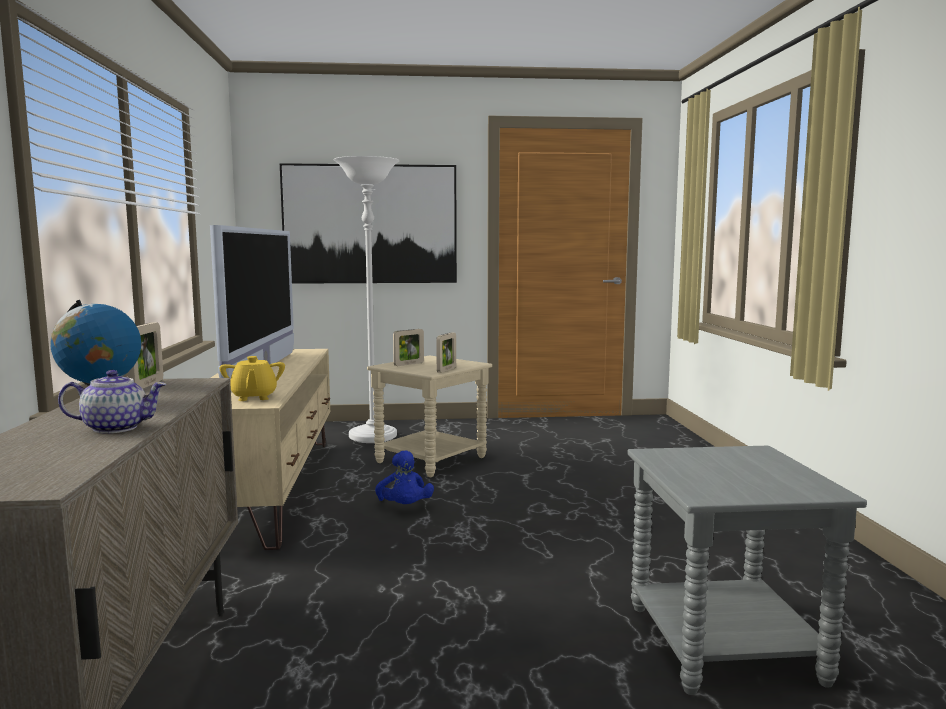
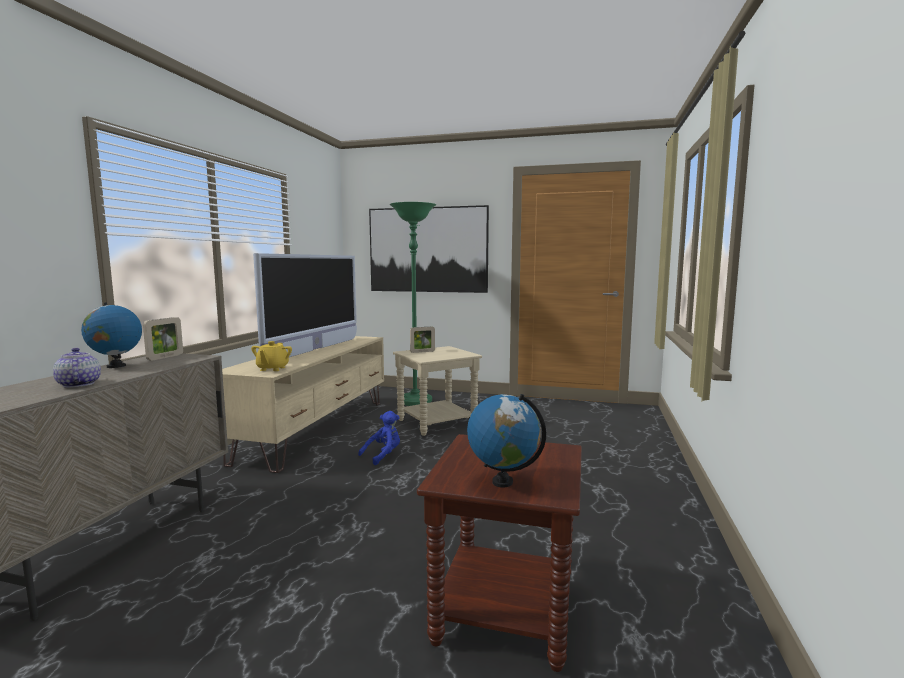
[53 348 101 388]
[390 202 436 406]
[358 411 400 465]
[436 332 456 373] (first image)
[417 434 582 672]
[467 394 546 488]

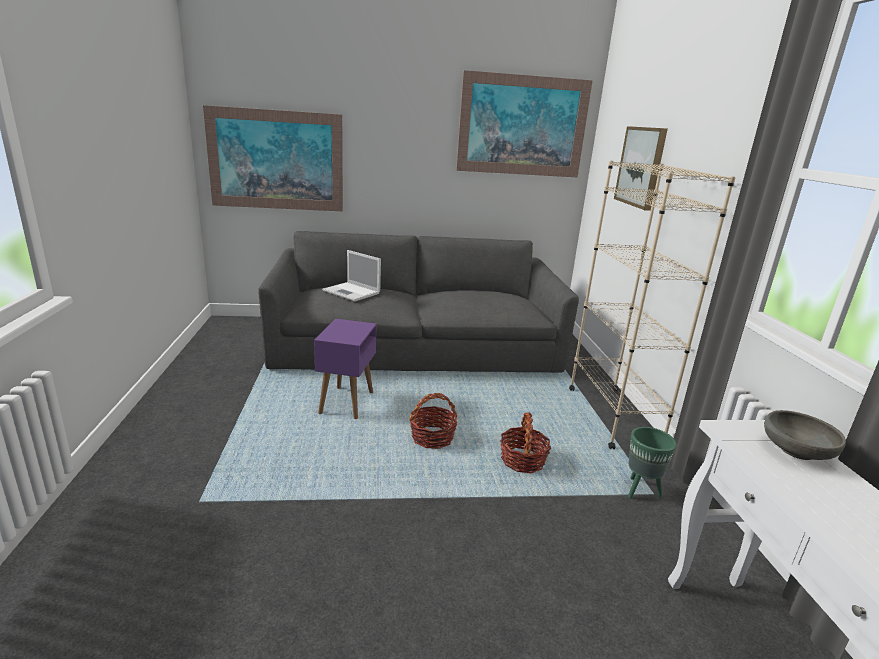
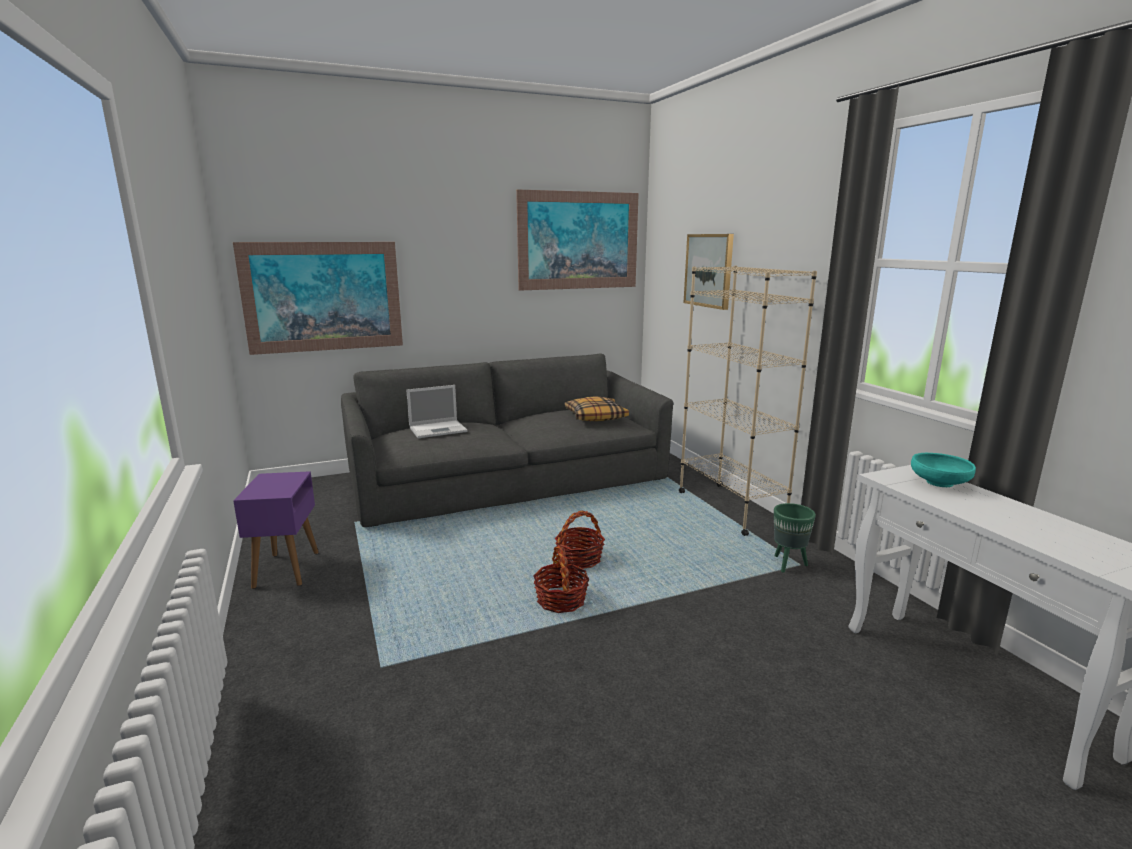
[233 471 319 589]
[406 385 467 438]
[533 545 590 613]
[911 453 976 487]
[565 397 629 421]

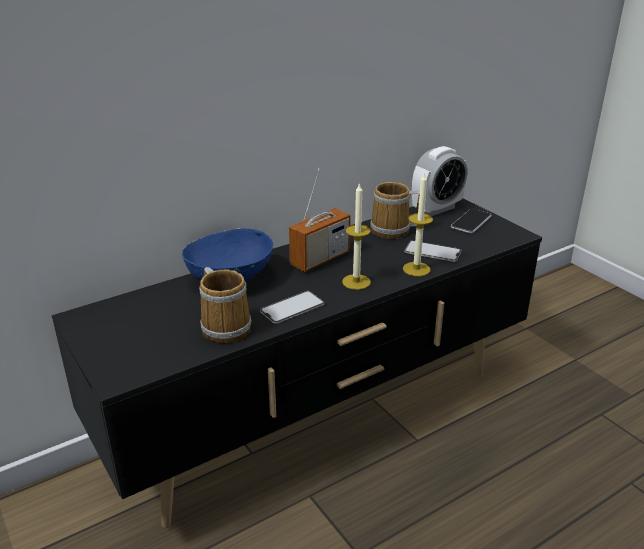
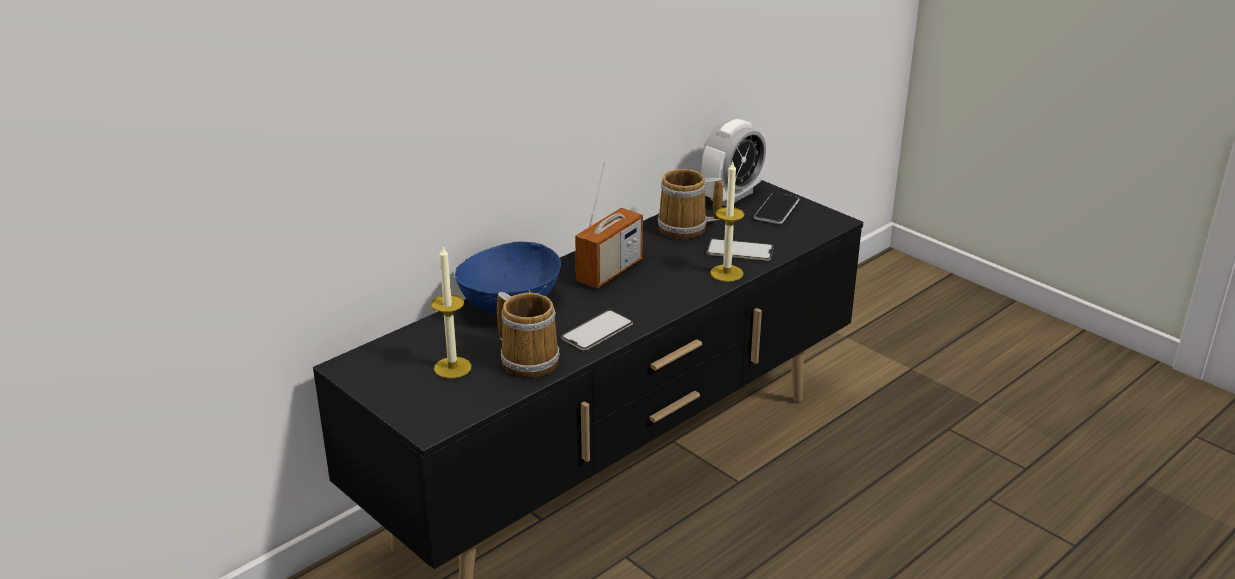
[431 247 471 378]

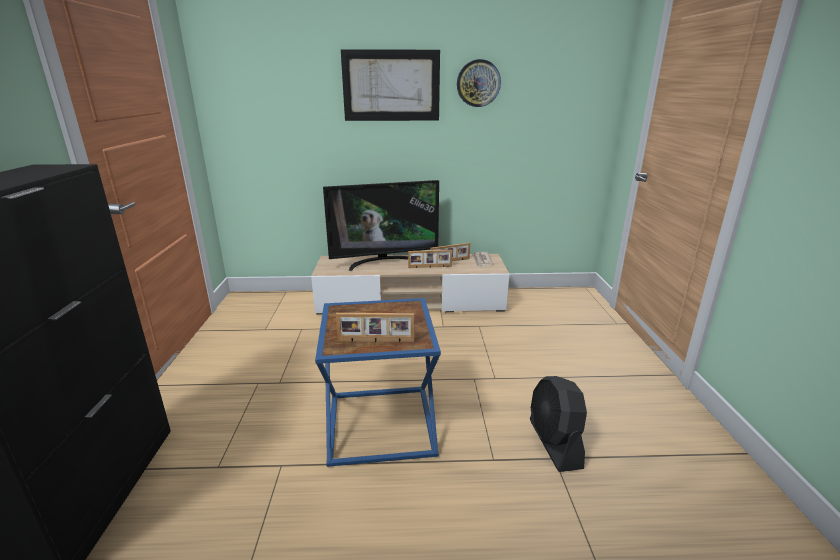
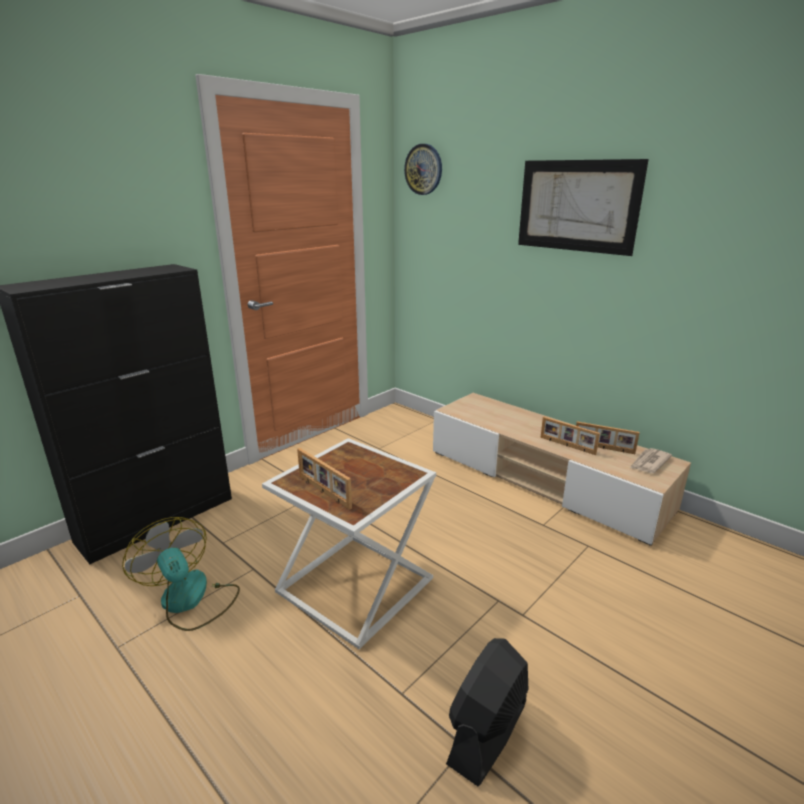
[262 438 436 649]
[323 180 439 271] (first image)
[404 144 442 195]
[122 517 240 631]

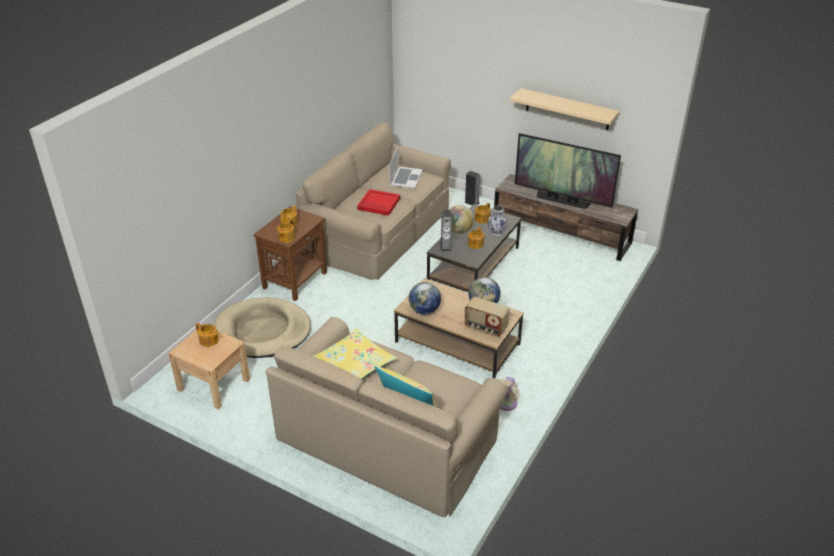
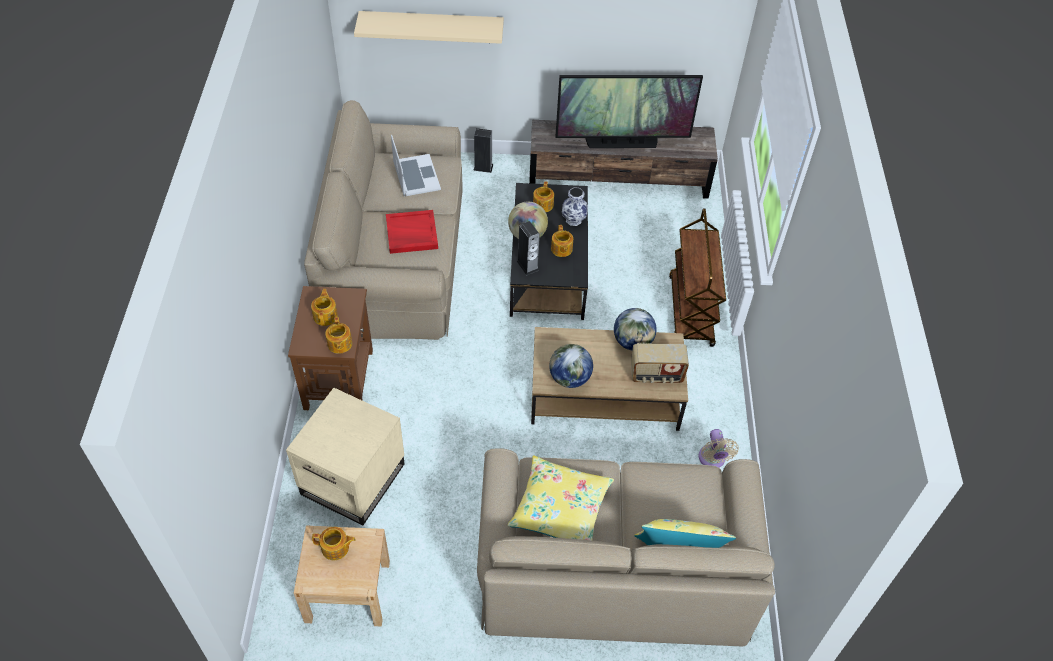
[286 388 404 526]
[354 11 504 44]
[669 208 726 347]

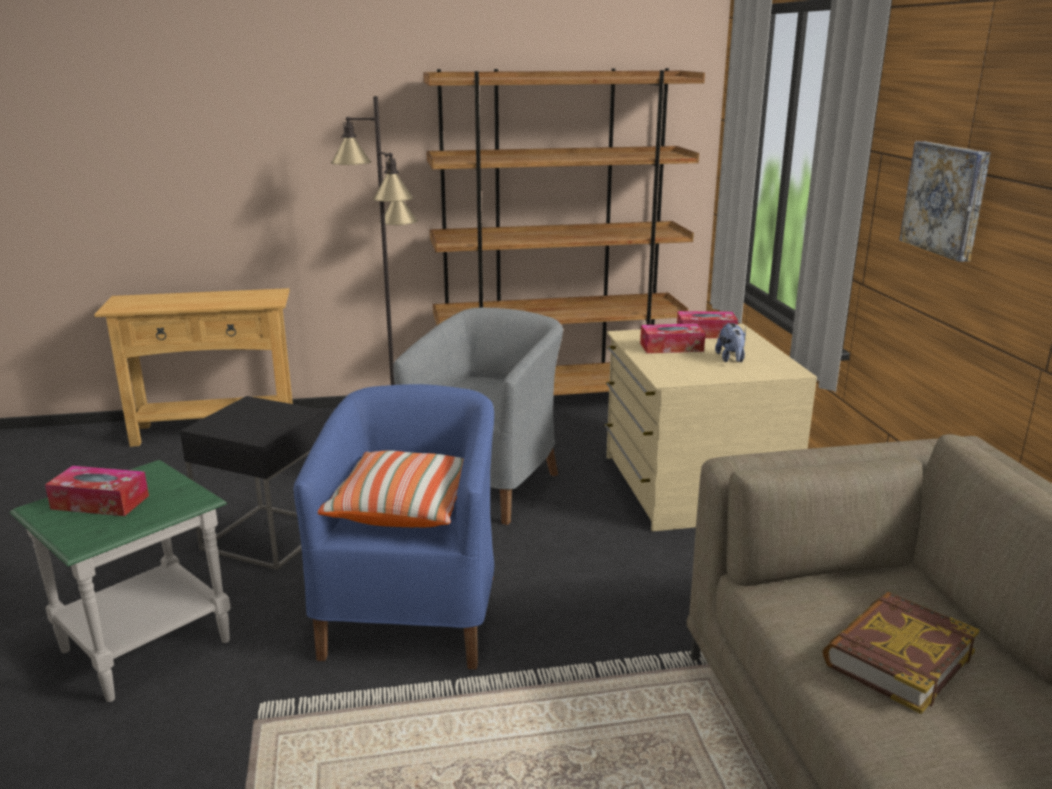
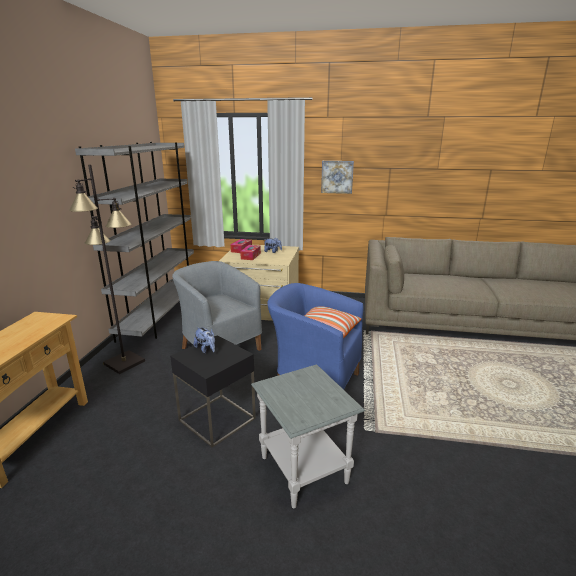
[251 364 365 508]
[45 466 149 516] (first image)
[75 142 194 343]
[822 592 979 714] (first image)
[194 327 215 353]

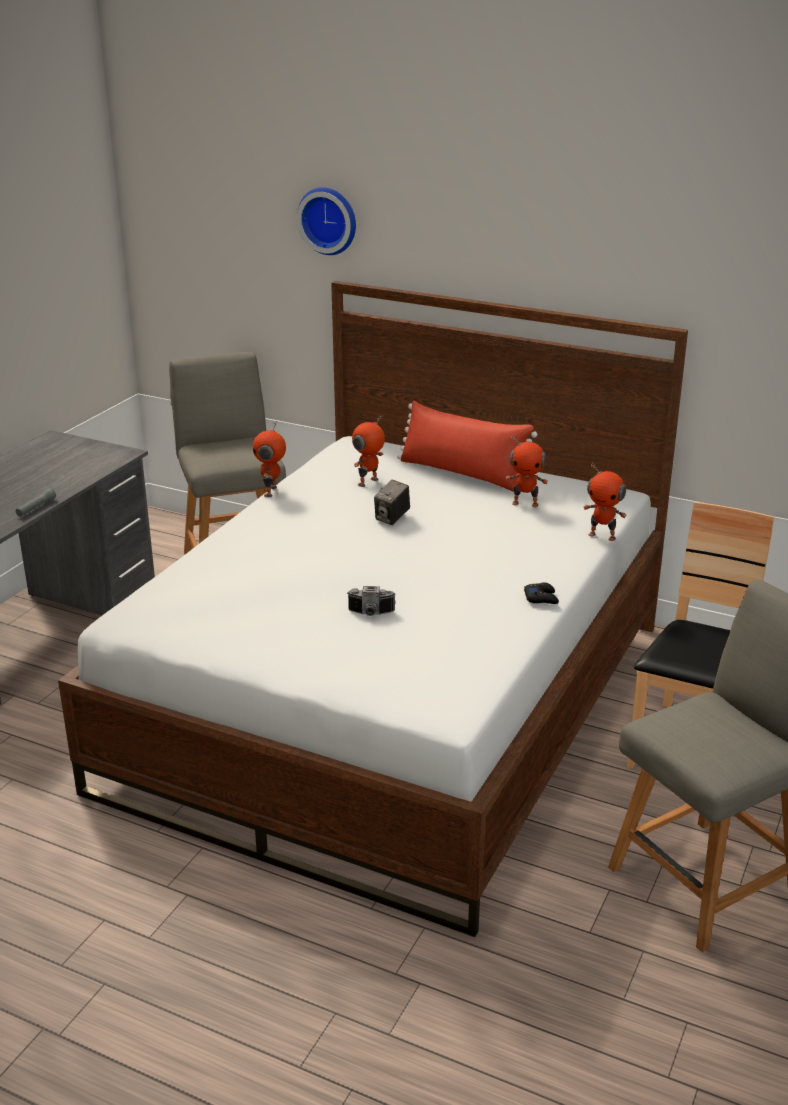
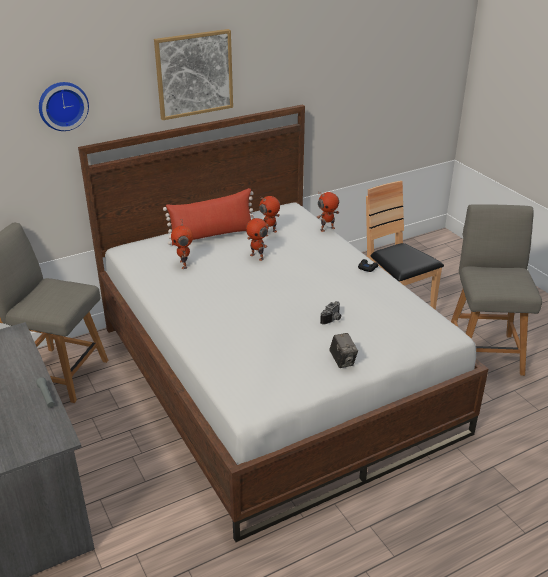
[246 213 268 261]
[329 333 358 368]
[154 29 233 120]

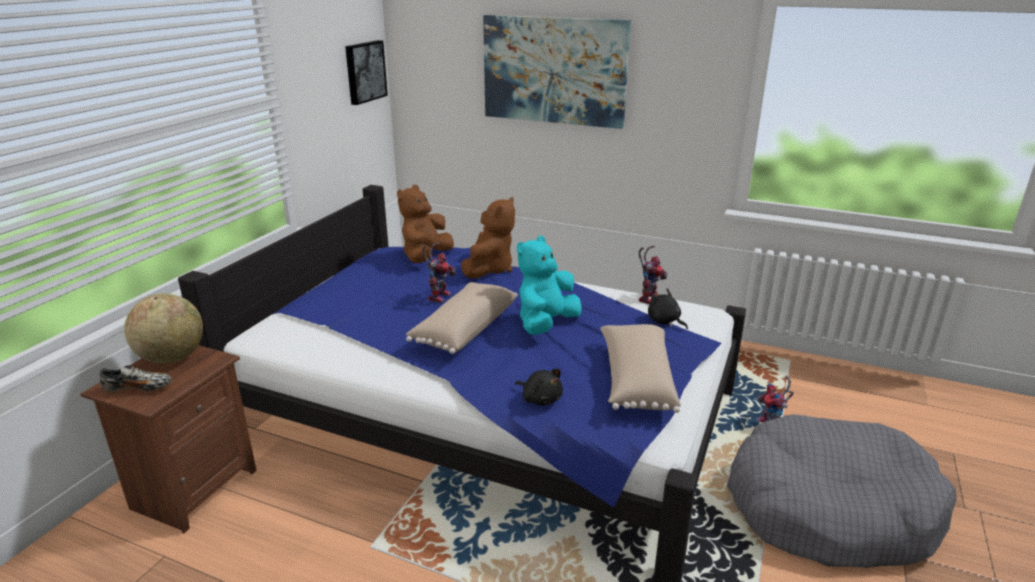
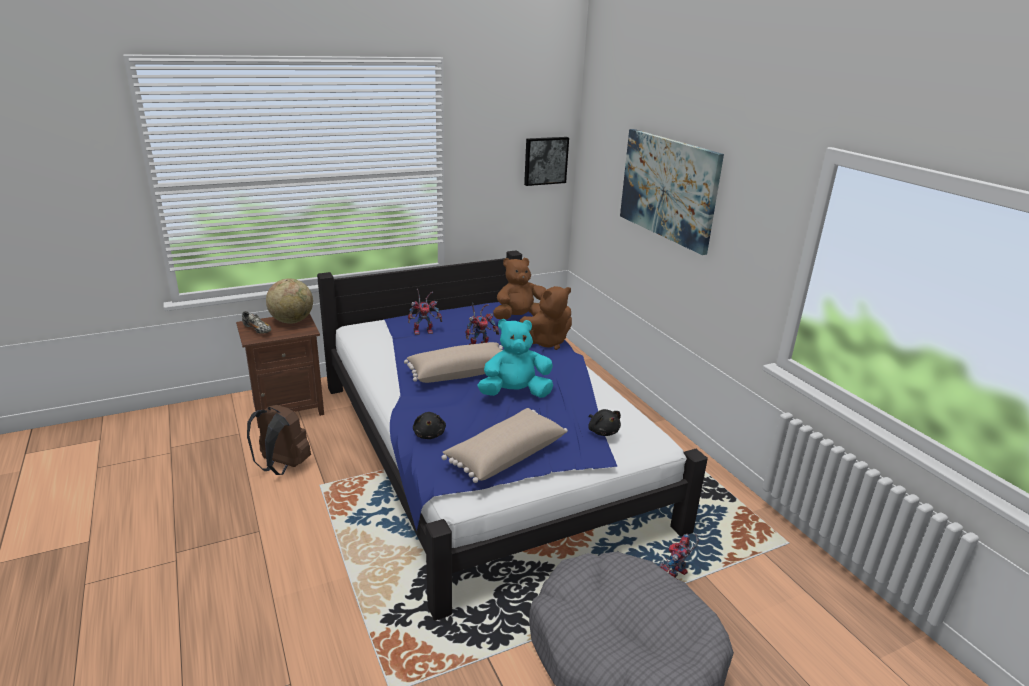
[408 289 442 335]
[588 409 621 436]
[247 405 311 475]

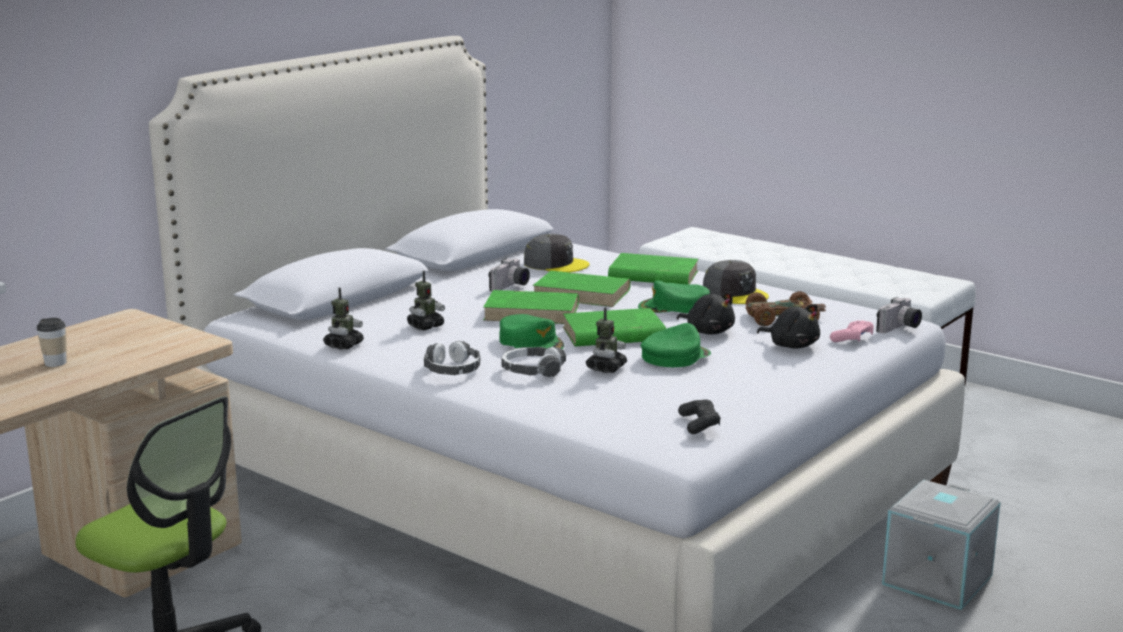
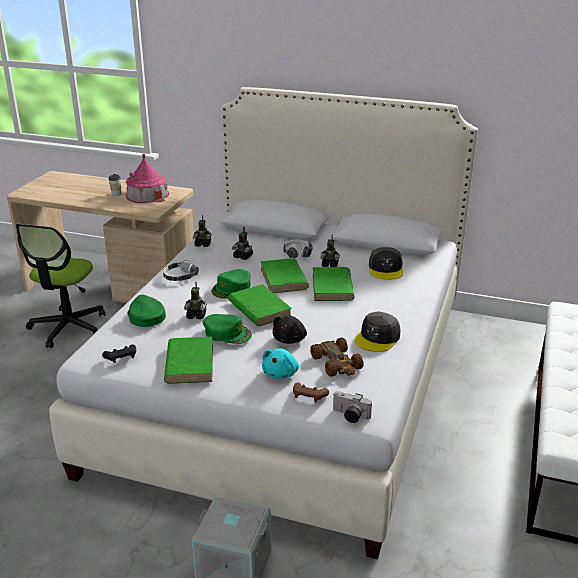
[320 234 340 267]
[283 239 313 258]
[164 337 213 384]
[127 295 166 327]
[262 348 299 379]
[293 382 329 403]
[126 154 169 203]

